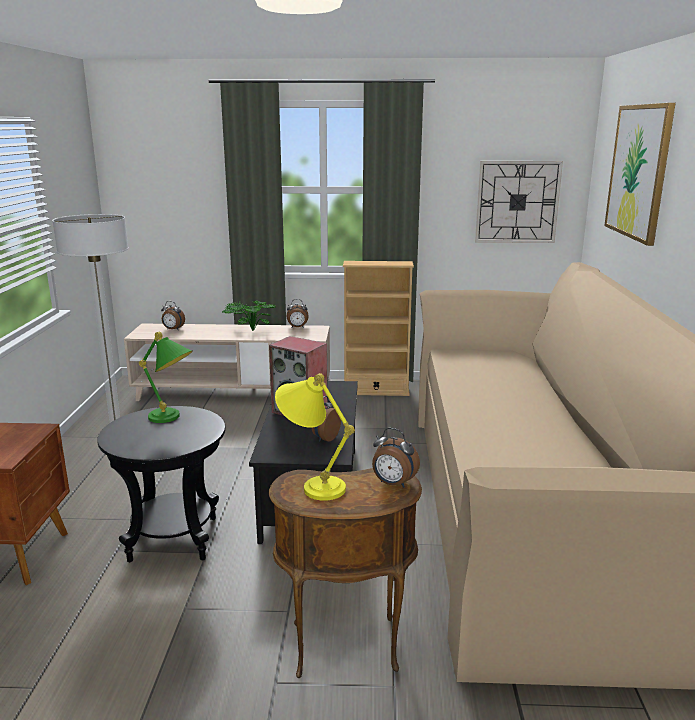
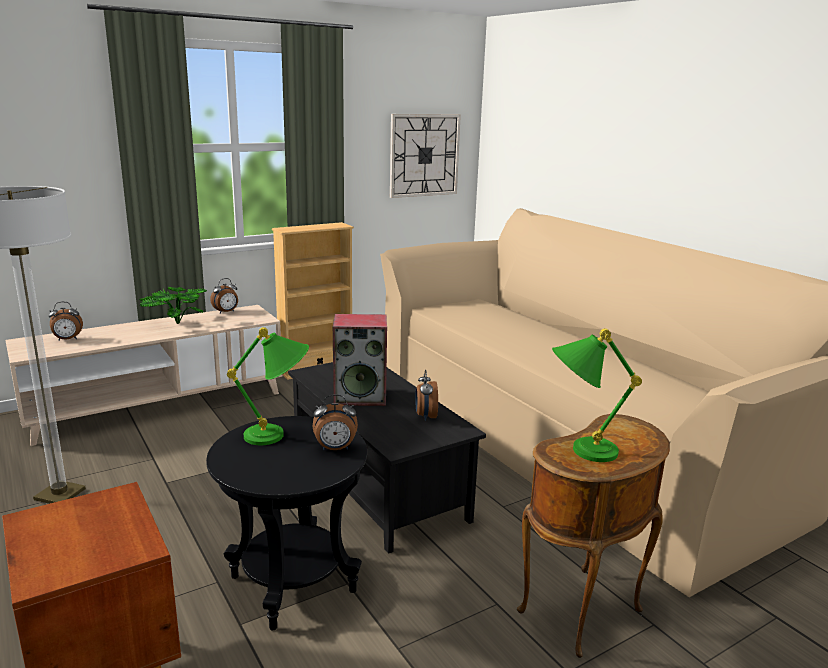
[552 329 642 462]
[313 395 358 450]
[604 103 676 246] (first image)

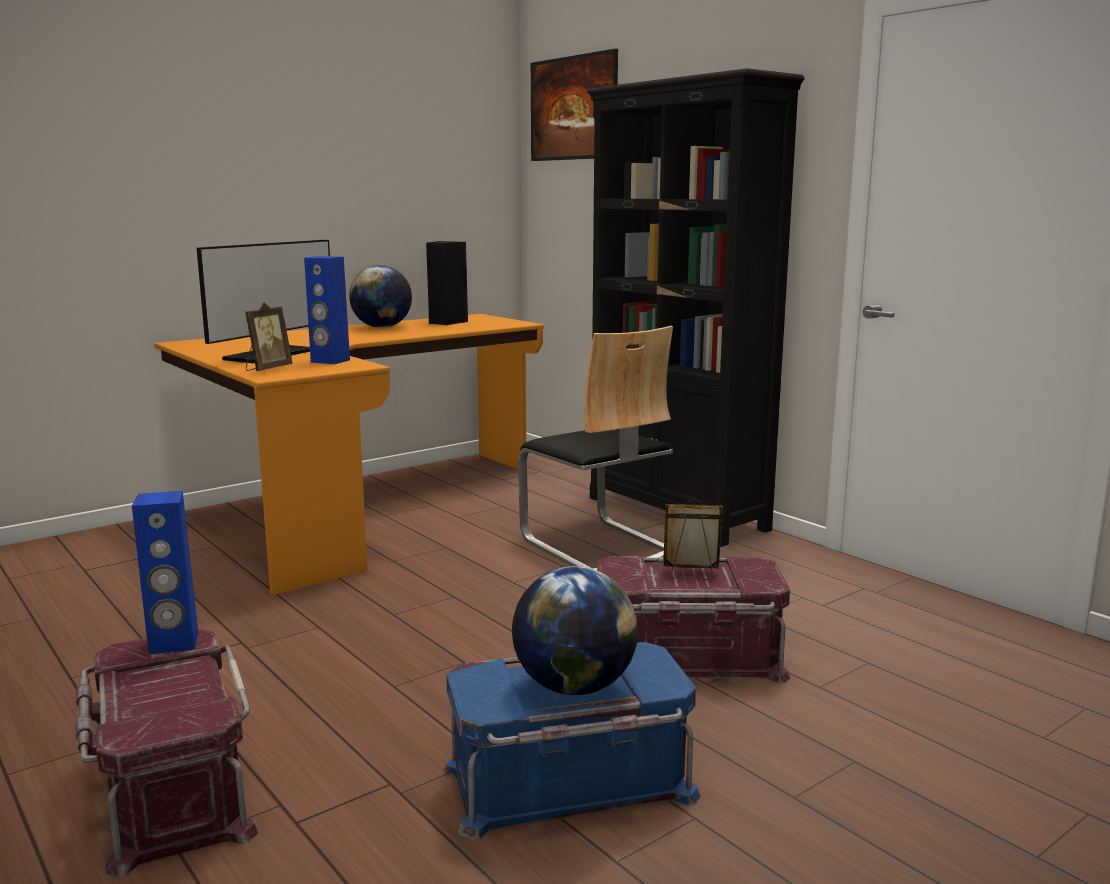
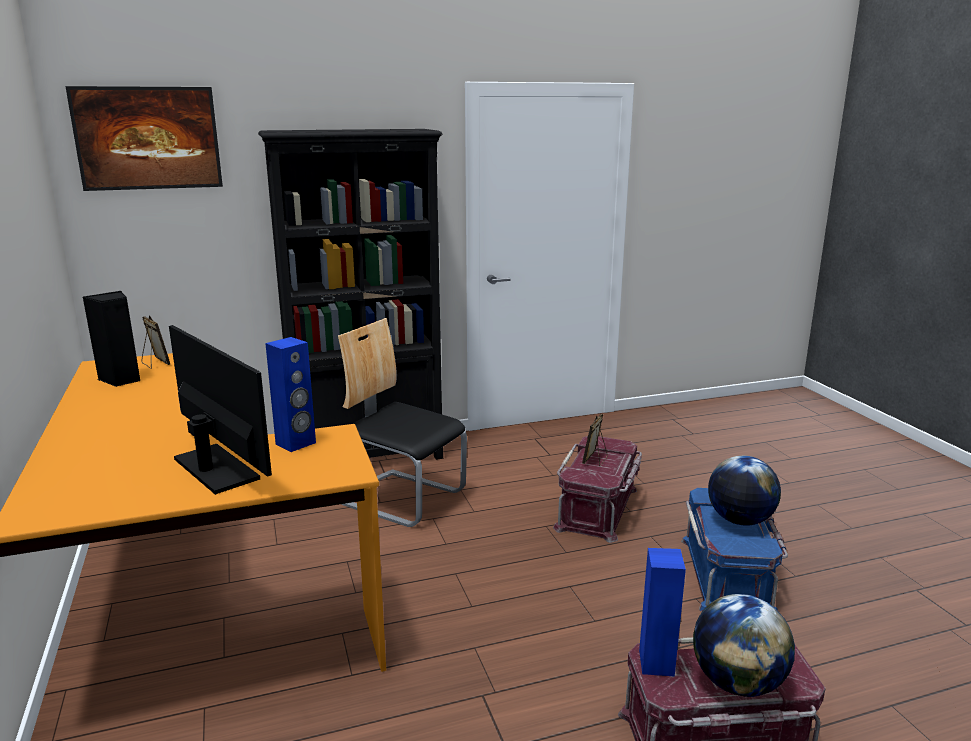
[141 315 170 369]
[693 594 795 697]
[338 318 467 527]

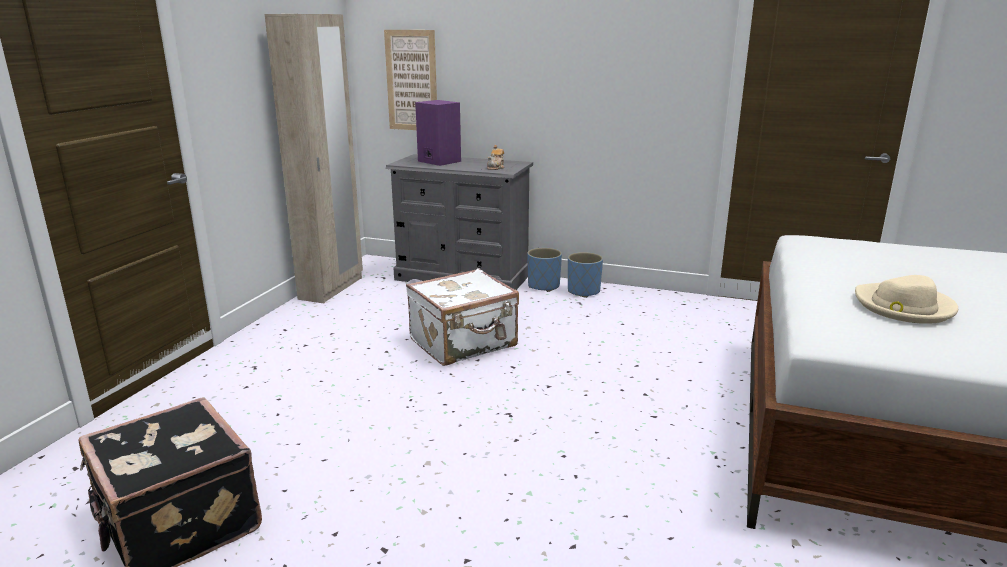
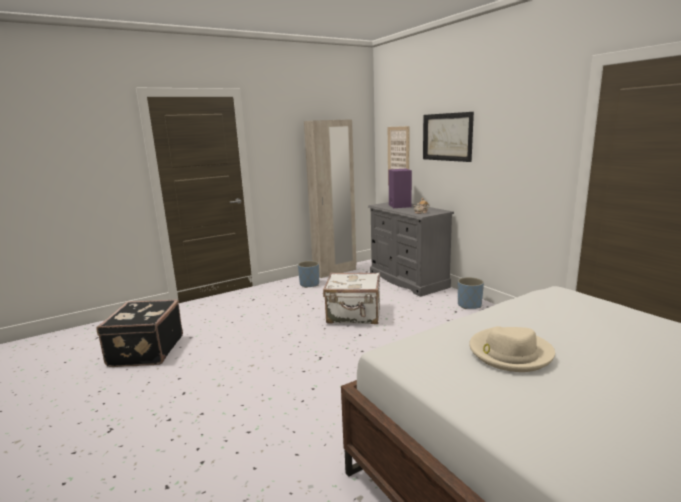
[298 261 319 288]
[423 112 474 162]

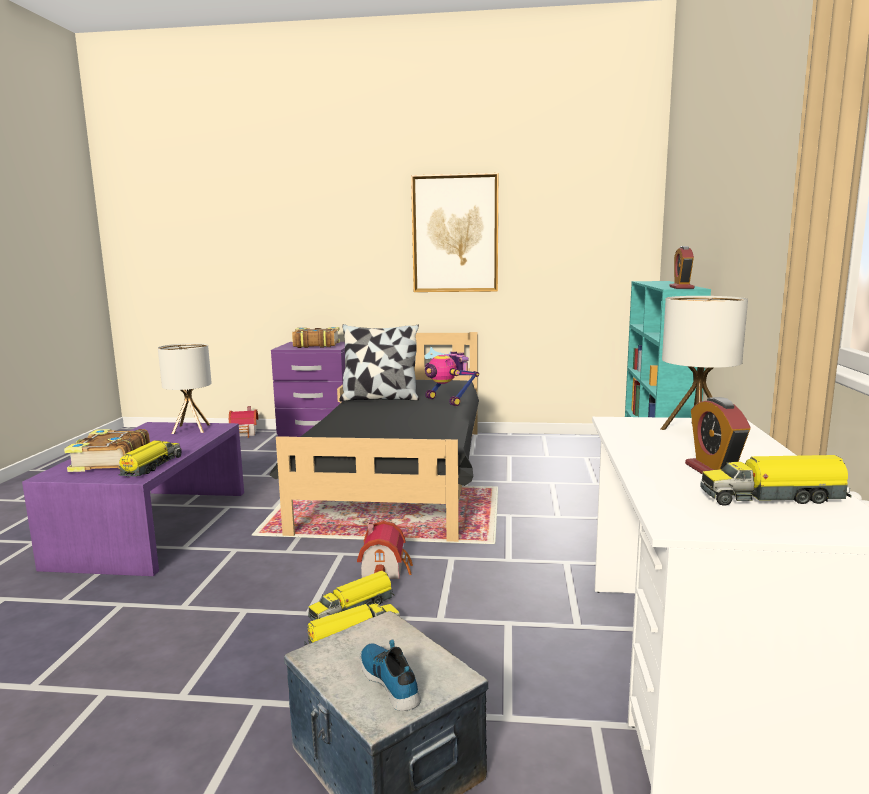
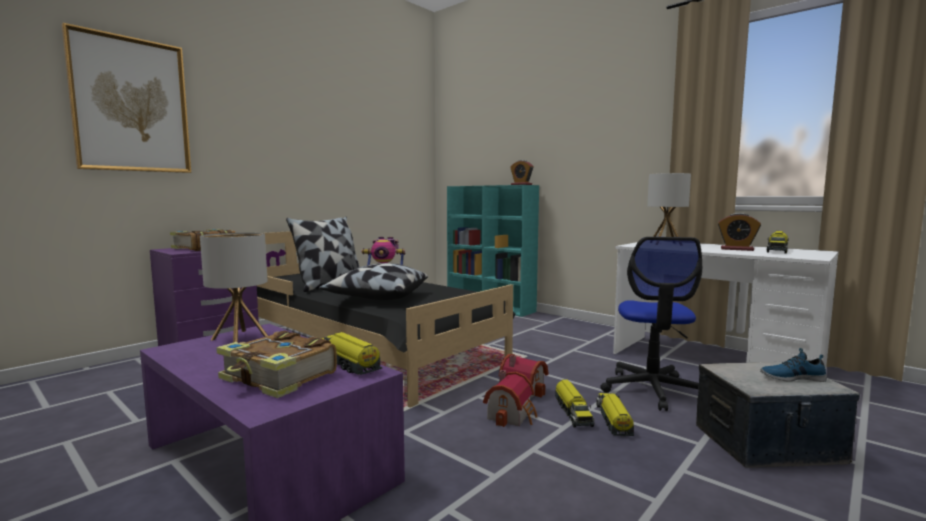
[483 370 537 427]
[62 23 191 173]
[319 263 428 300]
[600 237 702 411]

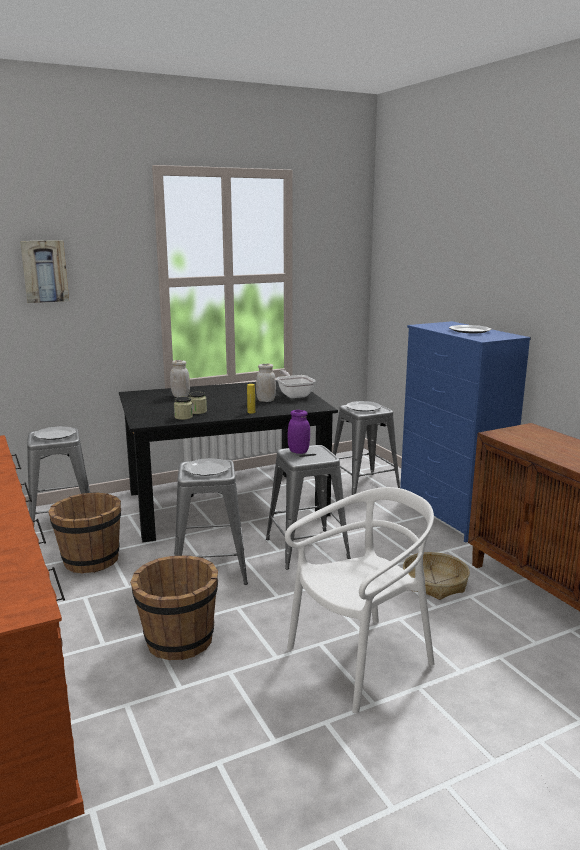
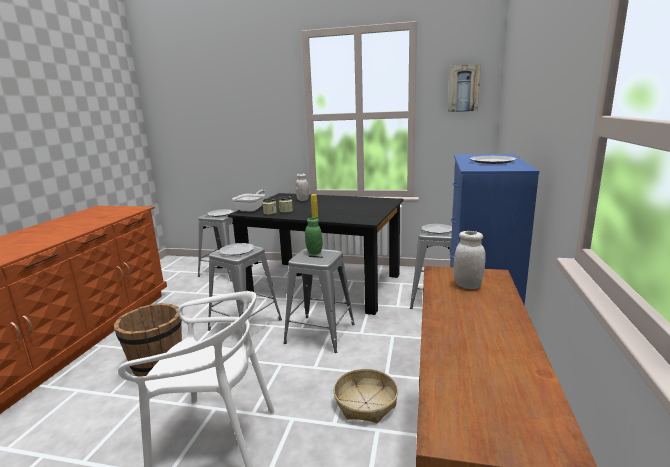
[448 64 481 112]
[48 492 121 573] (first image)
[453 231 486 289]
[232 190 265 212]
[305 218 322 254]

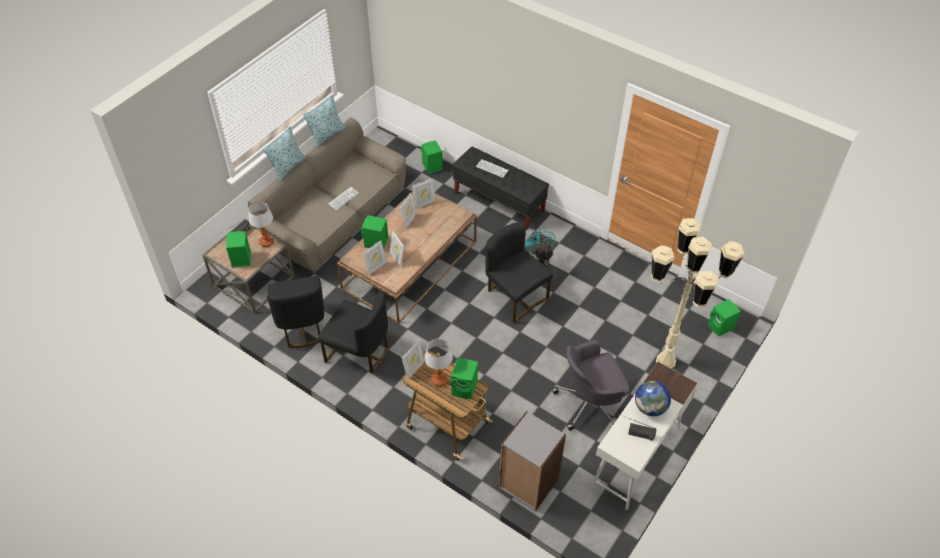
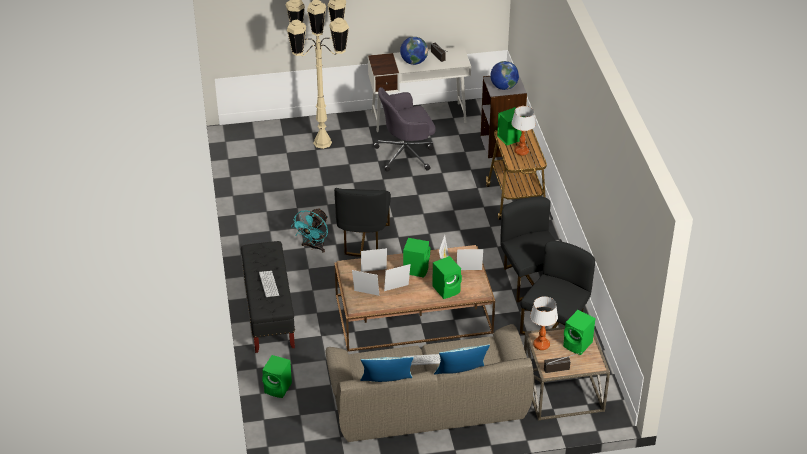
[361 248 387 272]
[373 87 436 172]
[403 238 430 278]
[490 61 519 90]

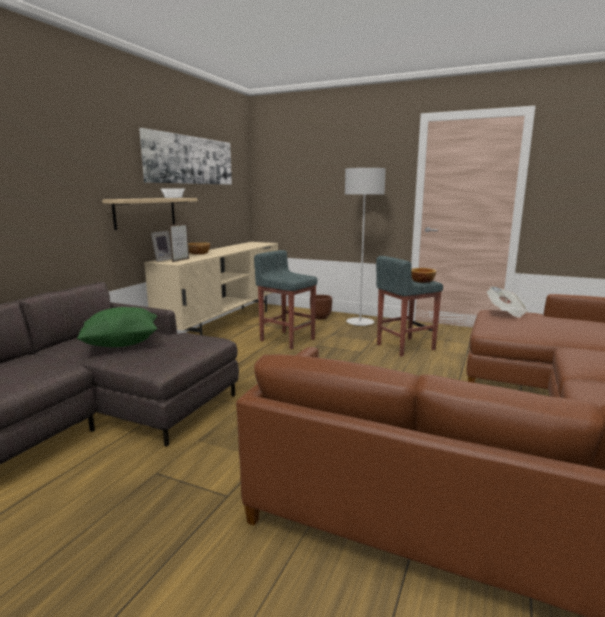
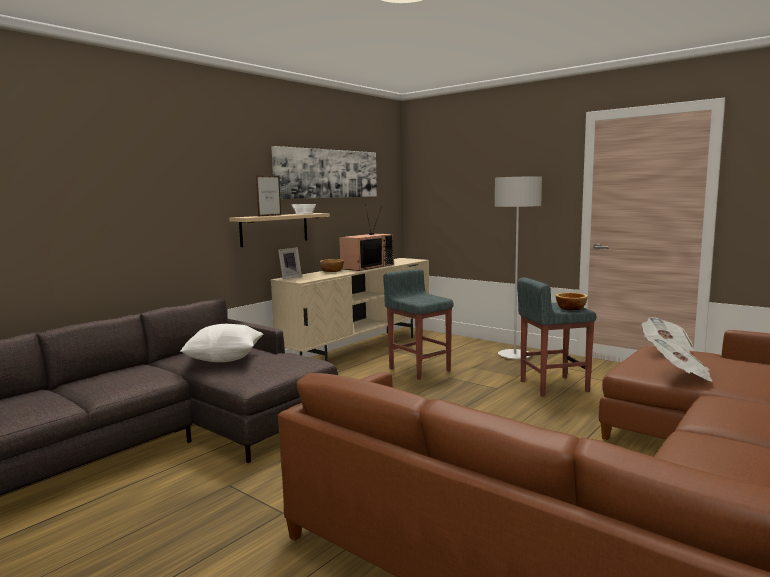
[180 324 263 362]
[256 175 281 217]
[310 295 332 319] (first image)
[339 204 394 271]
[653 338 712 382]

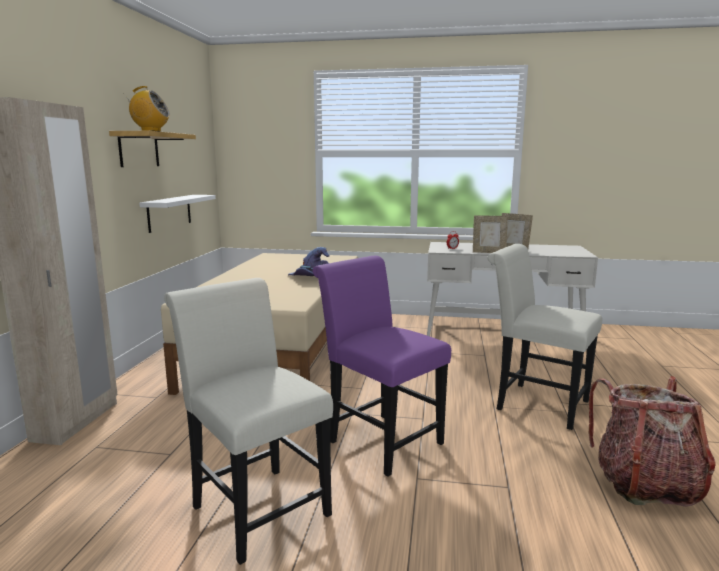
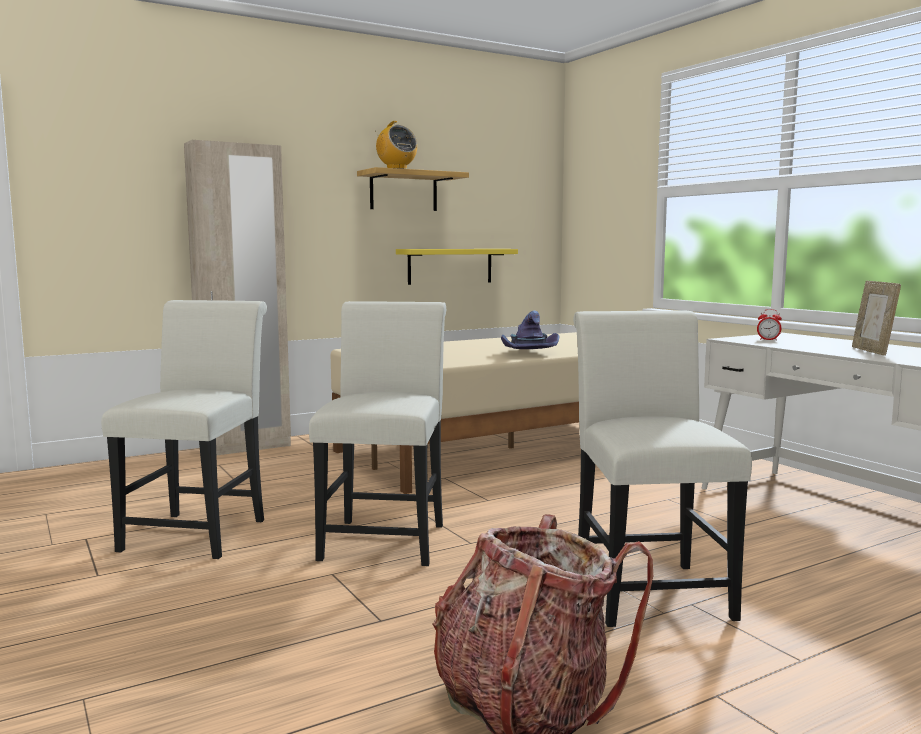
[396 249 518 285]
[309 301 446 566]
[473 215 508 253] (first image)

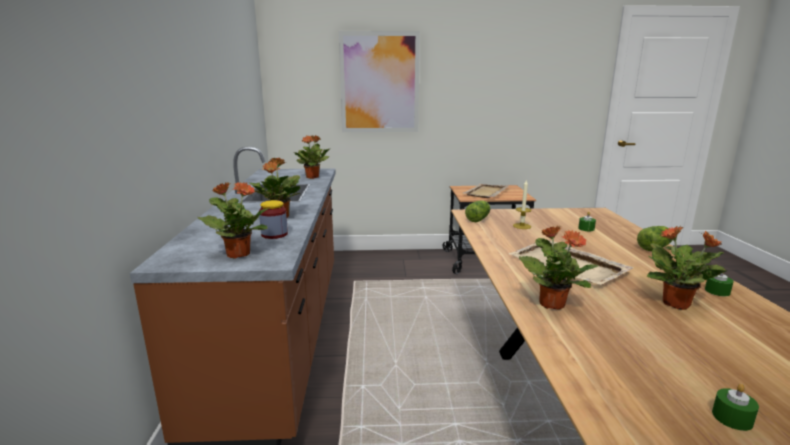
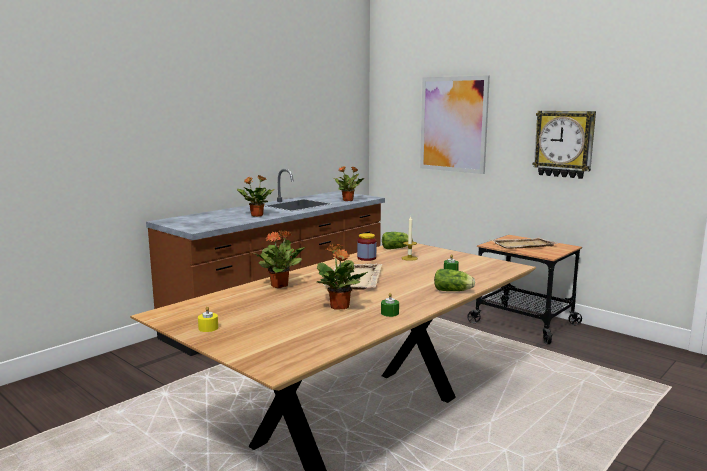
[198 182 269 259] (first image)
[357 233 376 261]
[198 306 218 332]
[533 111 596 179]

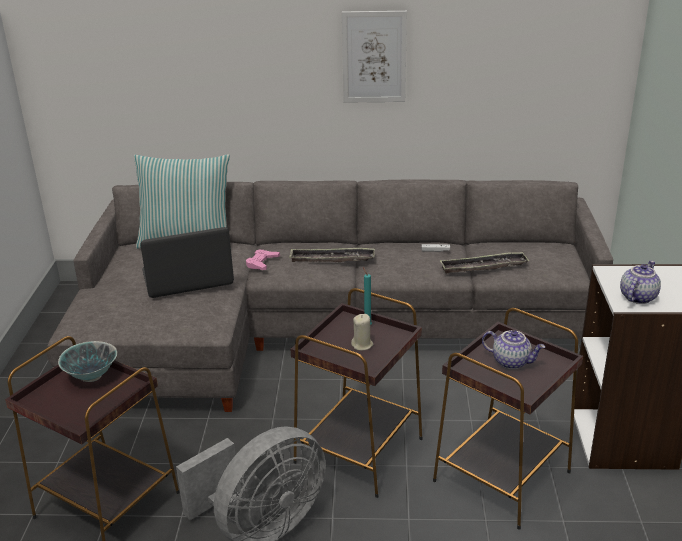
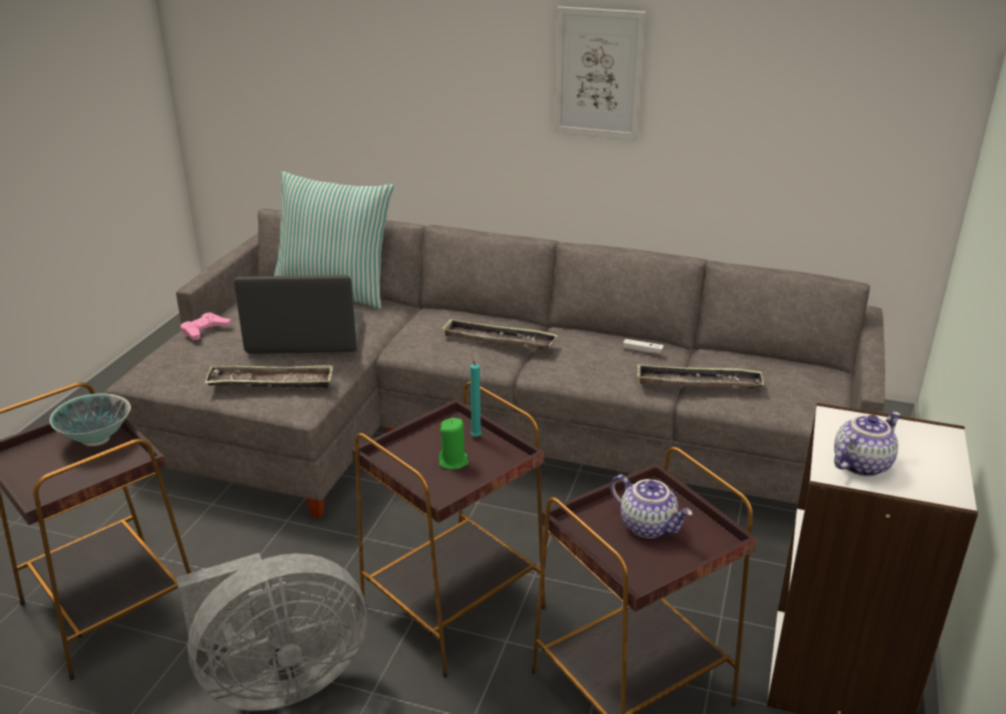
[180 312 231 340]
[438 418 469 470]
[204 364 333 388]

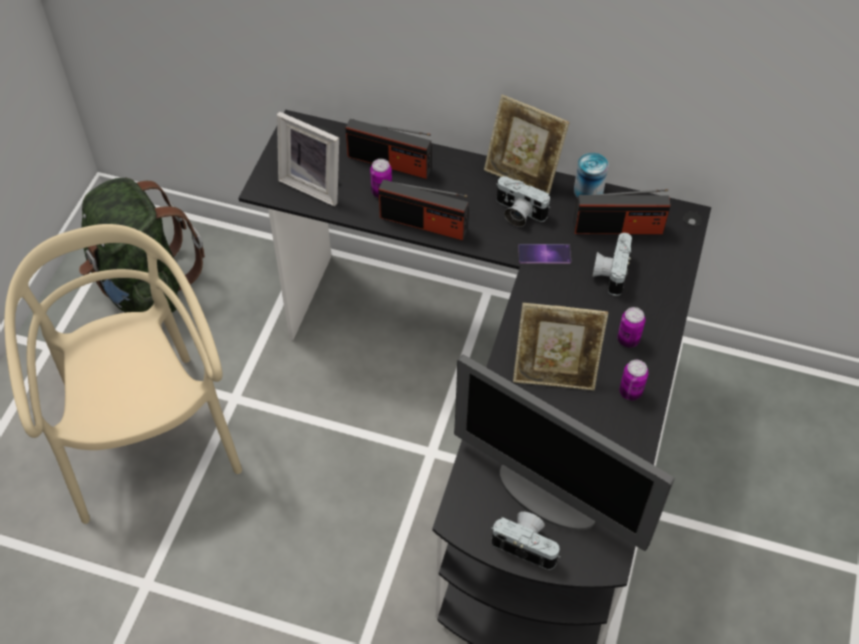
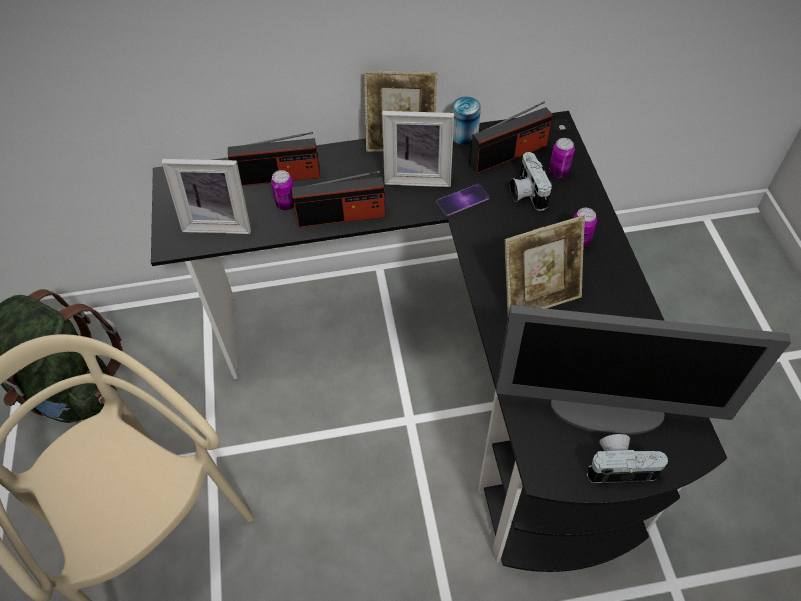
[382 111 454 187]
[549 138 575 178]

